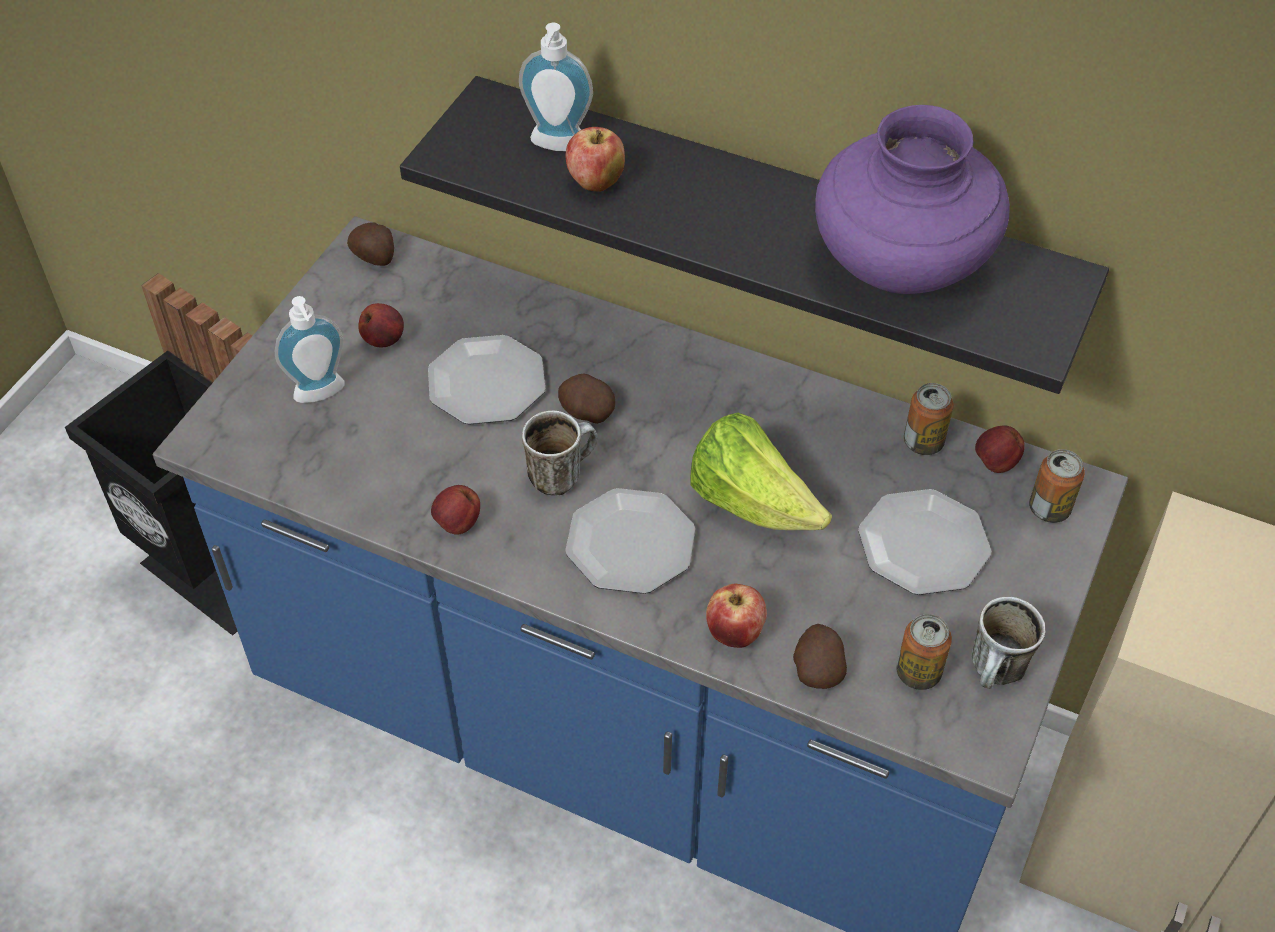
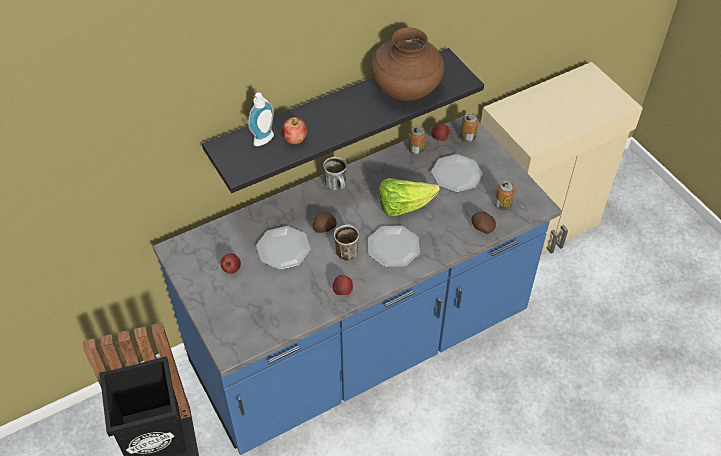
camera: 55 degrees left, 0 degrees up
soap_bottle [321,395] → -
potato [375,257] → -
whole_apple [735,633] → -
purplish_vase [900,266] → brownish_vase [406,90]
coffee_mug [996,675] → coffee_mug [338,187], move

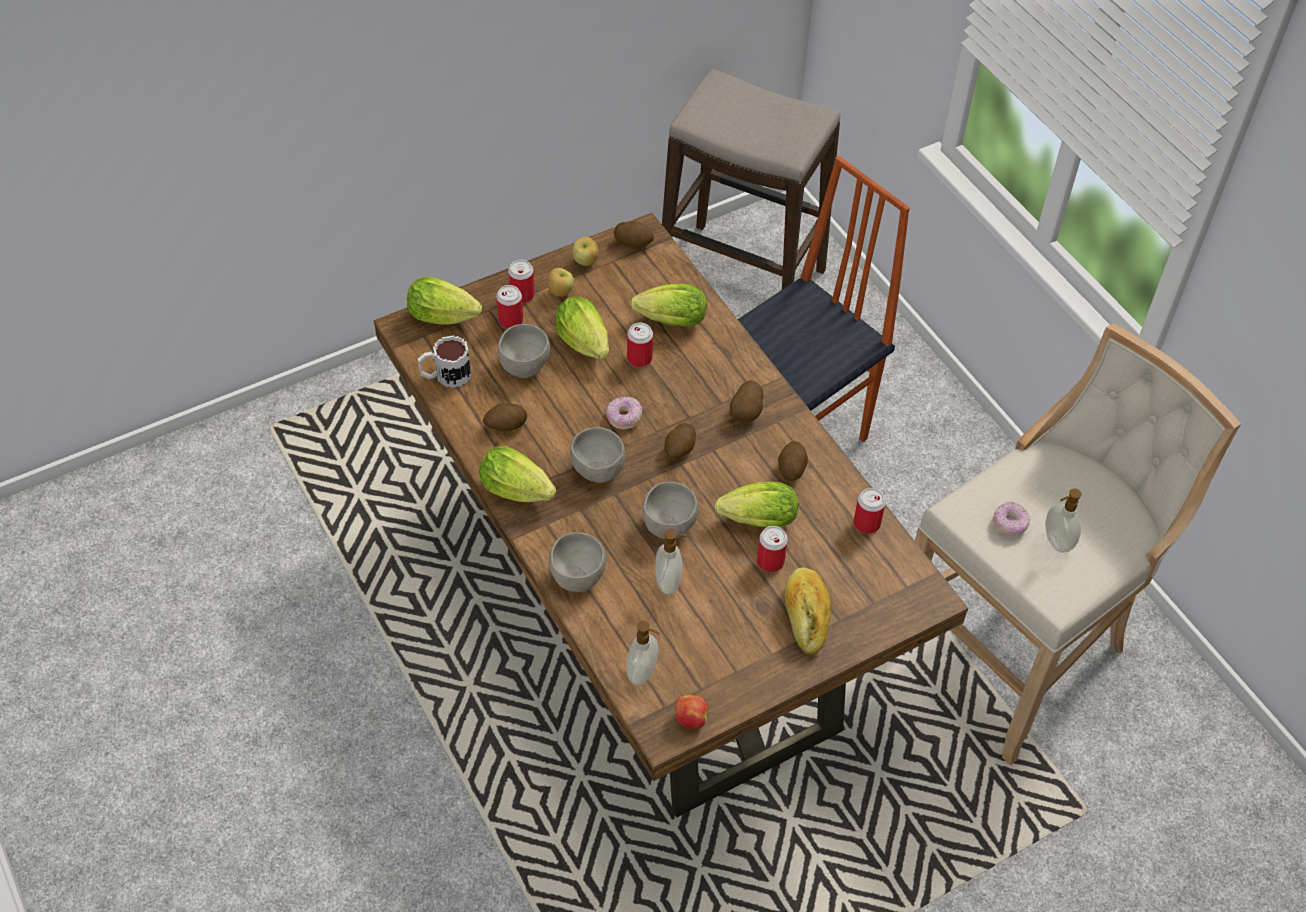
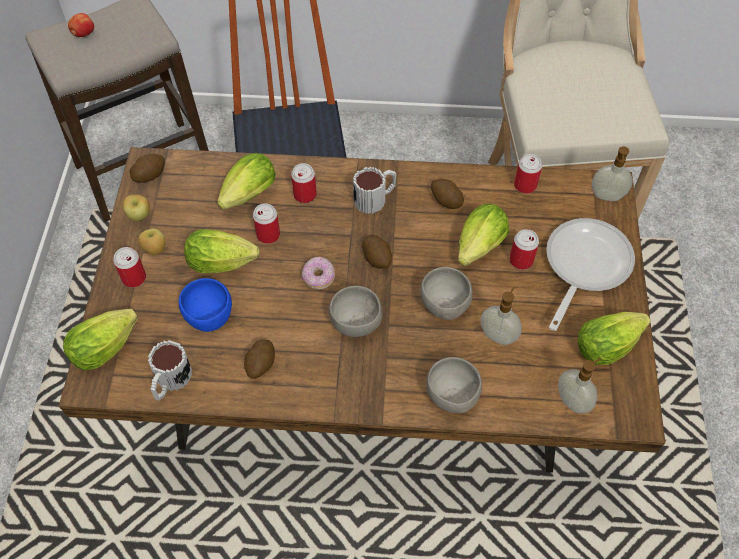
camera: 55 degrees left, 5 degrees up
lettuce [520,492] → lettuce [610,344], move
can [510,320] → can [305,195], move
gray_deep_dish [523,365] → blue_deep_dish [208,317]
whole_apple [690,719] → whole_apple [83,34], move
potato [746,413] → coffee_mug [375,198]
bakery_bread [806,616] → skillet [583,266]
doughnut [1009,524] → -
soap_bottle [1056,542] → soap_bottle [607,196], move

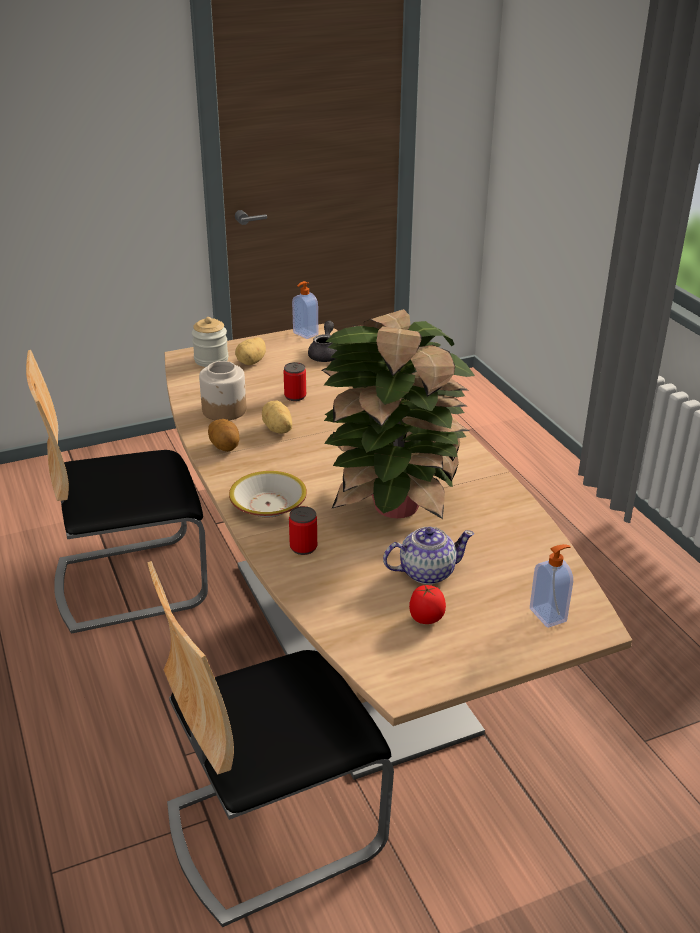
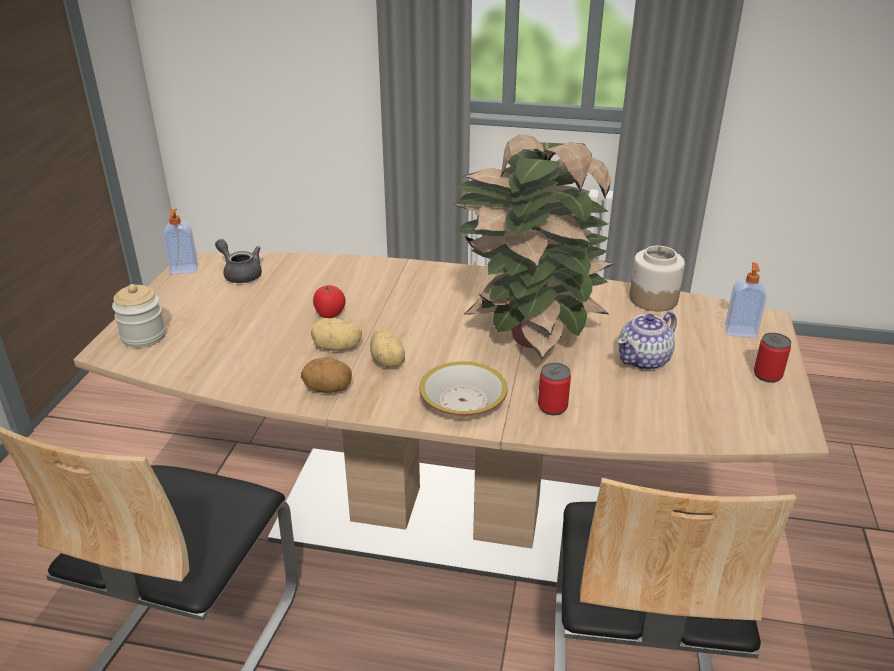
camera: 55 degrees left, 0 degrees up
preserve_jar [224,410] → preserve_jar [653,299], move
potato [252,362] → potato [388,361], move
can [295,396] → can [767,375], move
tea_pot [426,572] → tea_pot [644,360], 150 degrees counterclockwise
fresh_tomato [426,619] → fresh_tomato [330,315], move

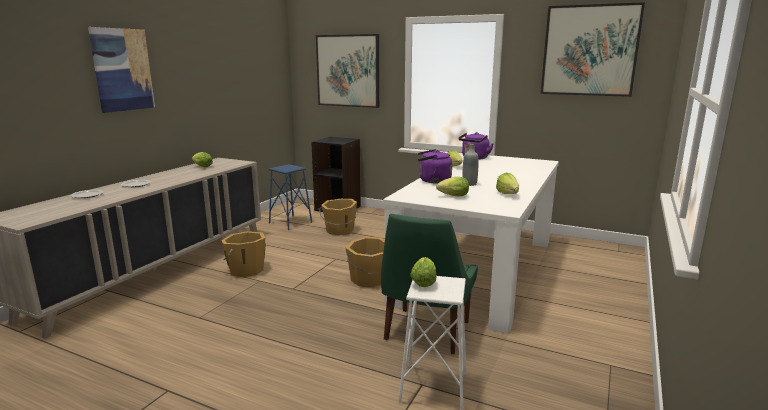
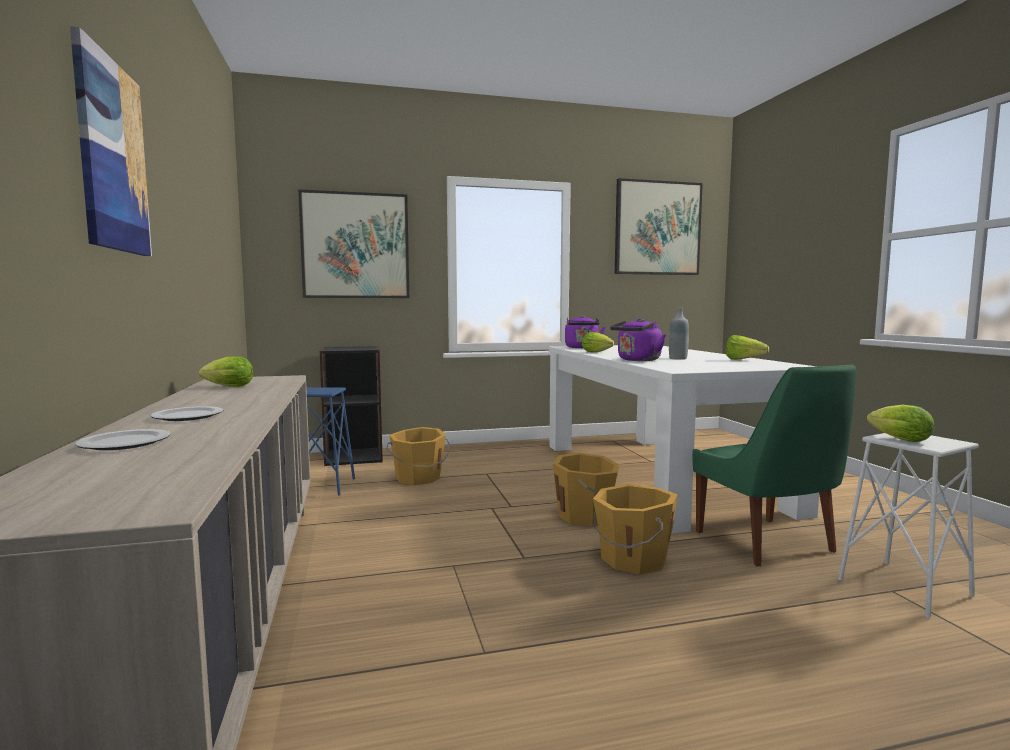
camera: 40 degrees left, 10 degrees down
orange_pail [246,270] → orange_pail [632,559], move
lettuce [452,196] → -

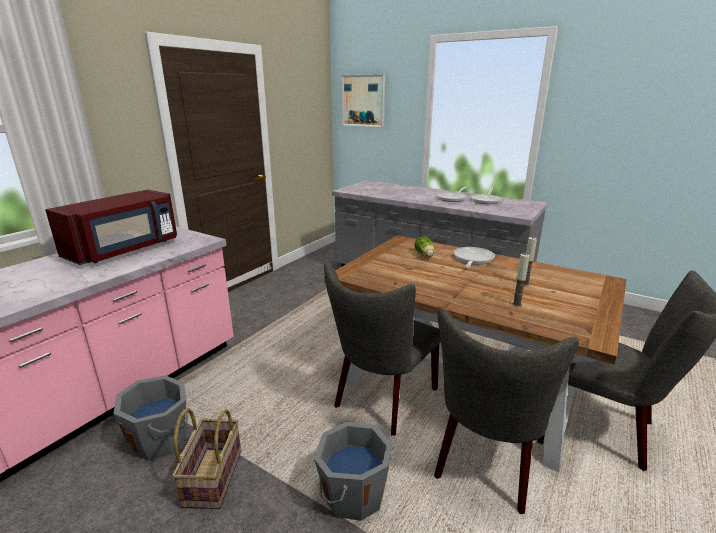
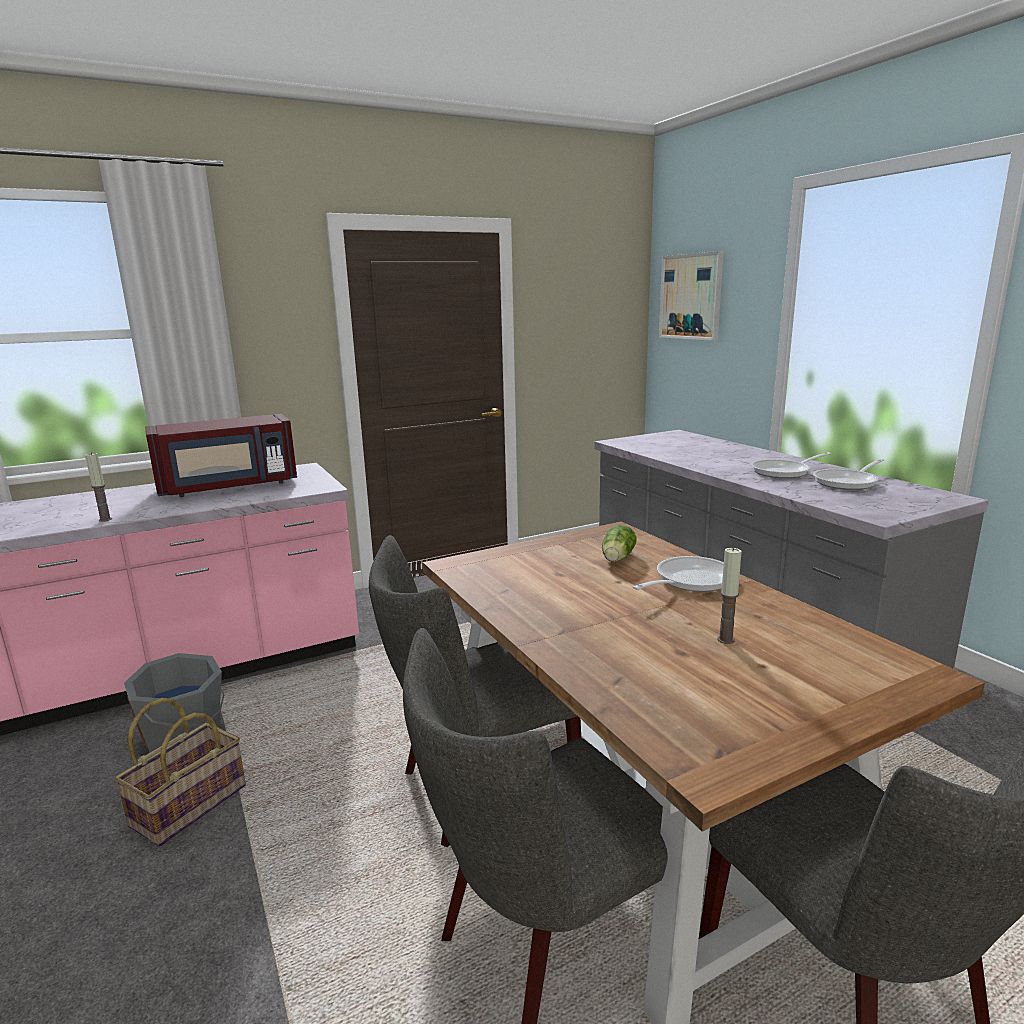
camera: 30 degrees right, 5 degrees down
gray_pail [352,494] → -
wax_light [516,304] → wax_light [105,519], move

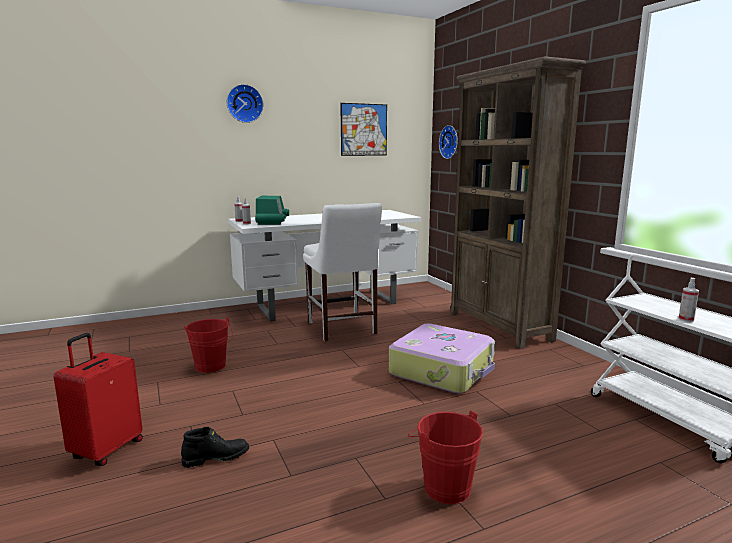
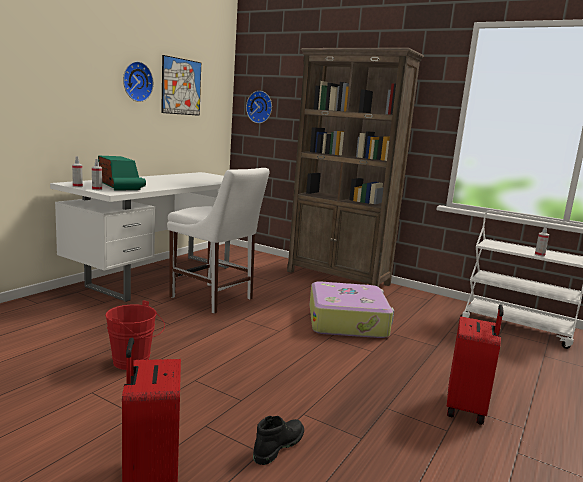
camera: 35 degrees left, 0 degrees up
clock_on_the_wall [244,103] → clock_on_the_wall [136,81], move
red-coloured_pail [443,485] → red-coloured_suitcase [466,408]

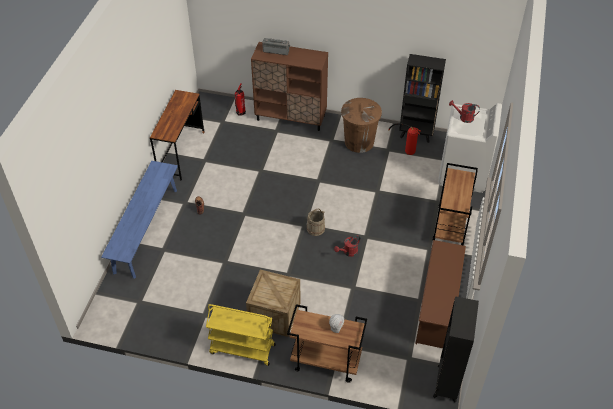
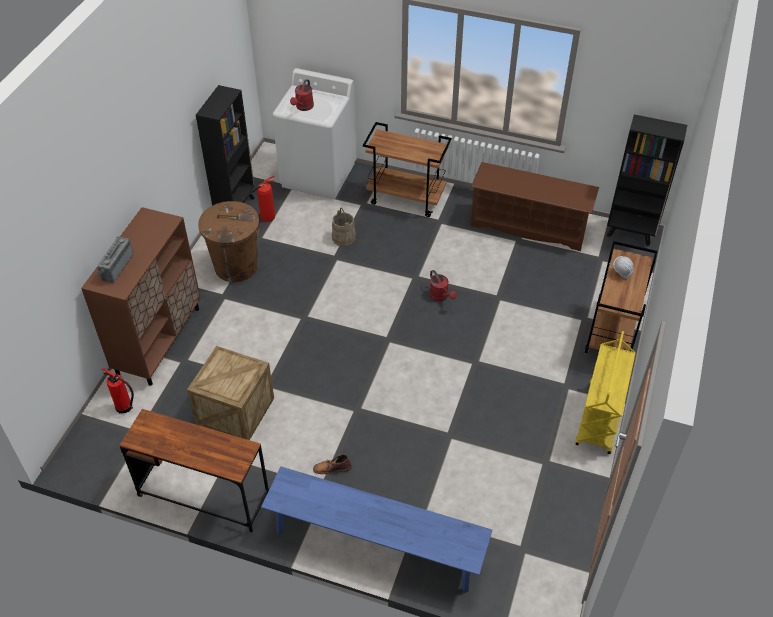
camera: 85 degrees left, 0 degrees up
shipping_crate [274,314] → shipping_crate [235,411], move
beige_pail [315,229] → beige_pail [344,238], move

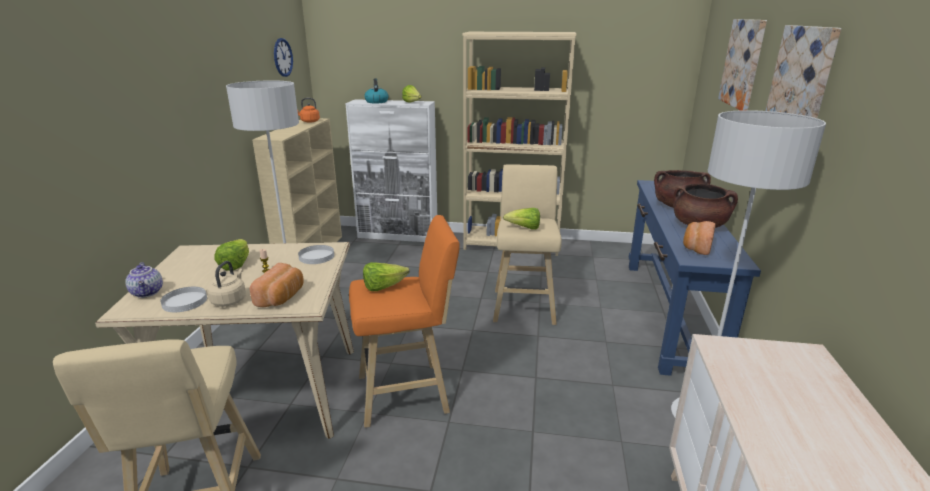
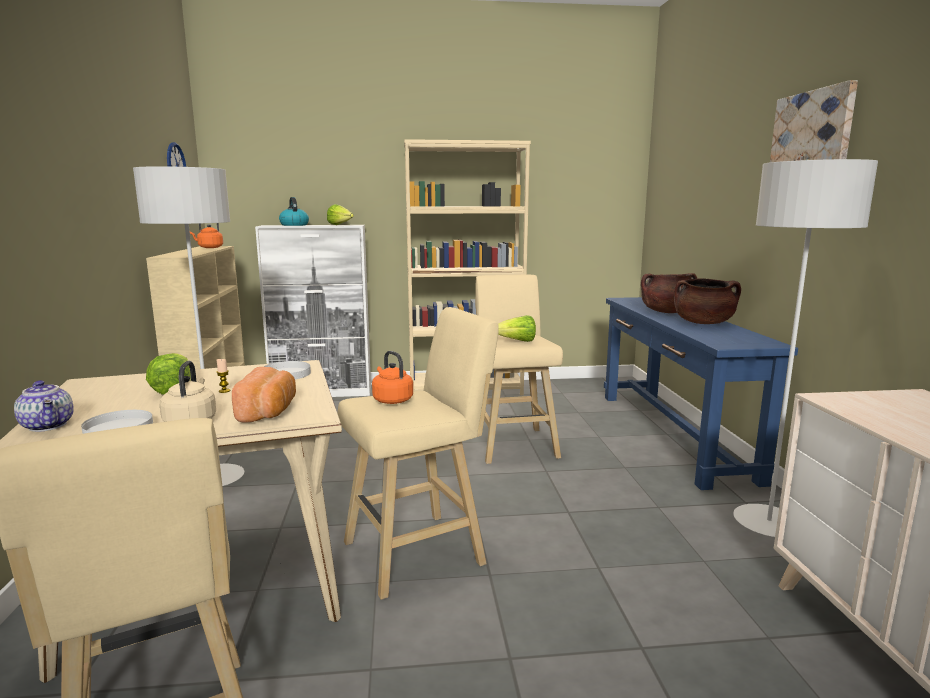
camera: 15 degrees left, 10 degrees down
orange_stool [408,393] → beige_stool [420,552]
lettuce [383,287] → orange_kettle [391,400]
bakery_bread [696,247] → -
wall_picture [743,63] → -

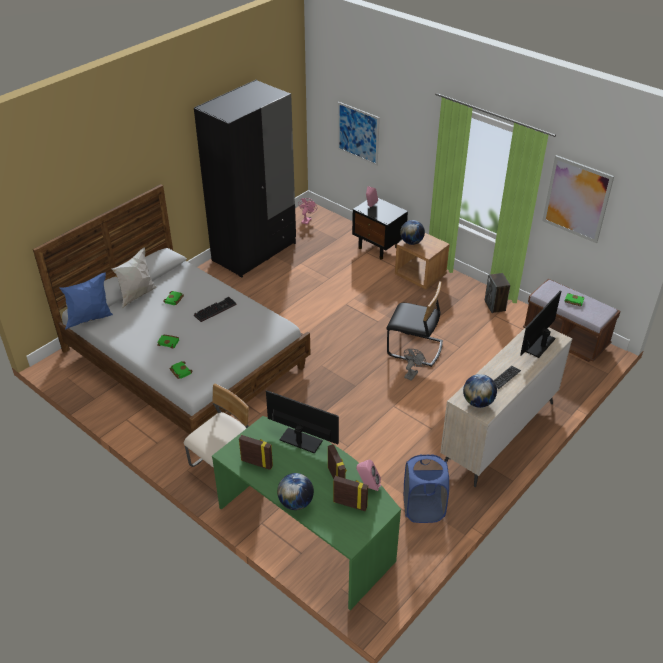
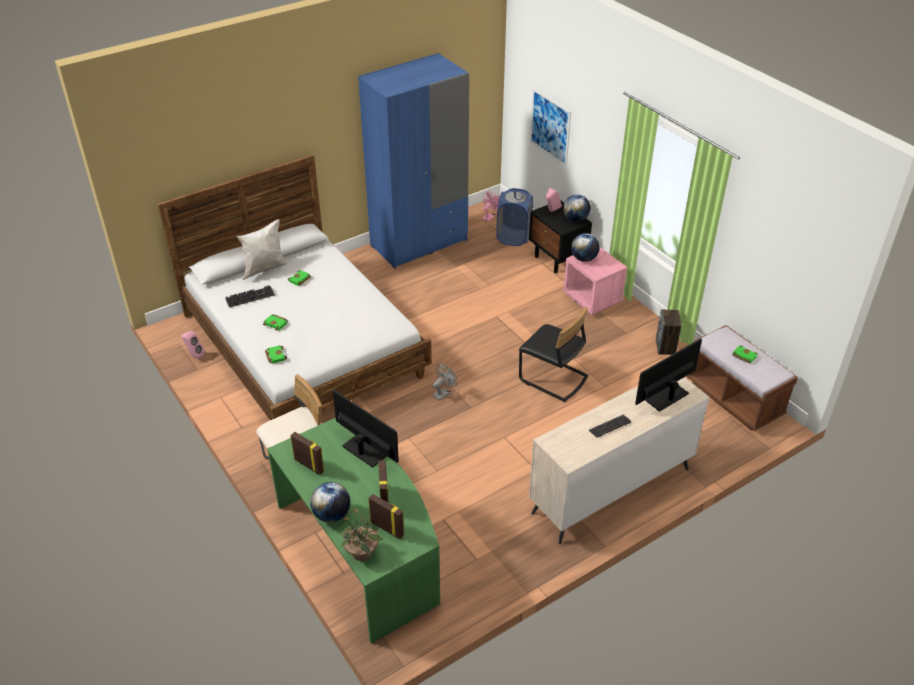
camera: 15 degrees right, 0 degrees up
blue_cushion [90,319] → -
blackish_clothes_cupboard [254,251] → blue_clothes_cupboard [419,243]
PC_keyboard [215,309] → PC_keyboard [250,296], move
pink-coloured_speaker [368,486] → pink-coloured_speaker [194,355], move
brownish_bedside_table [420,276] → pink-coloured_bedside_table [592,299]
gray_electric_fan [412,373] → gray_electric_fan [444,393], move
blue_laundry_basket [423,508] → blue_laundry_basket [513,237], move
world_globe [478,402] → world_globe [575,219], move
wall_picture [577,199] → -
- → houseplant [362,553]

